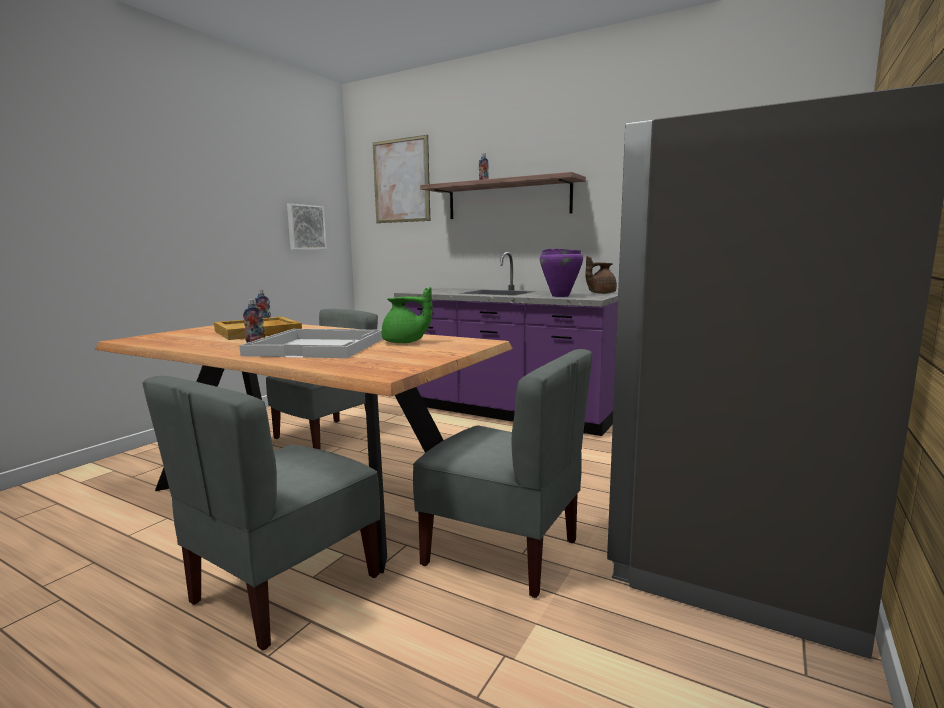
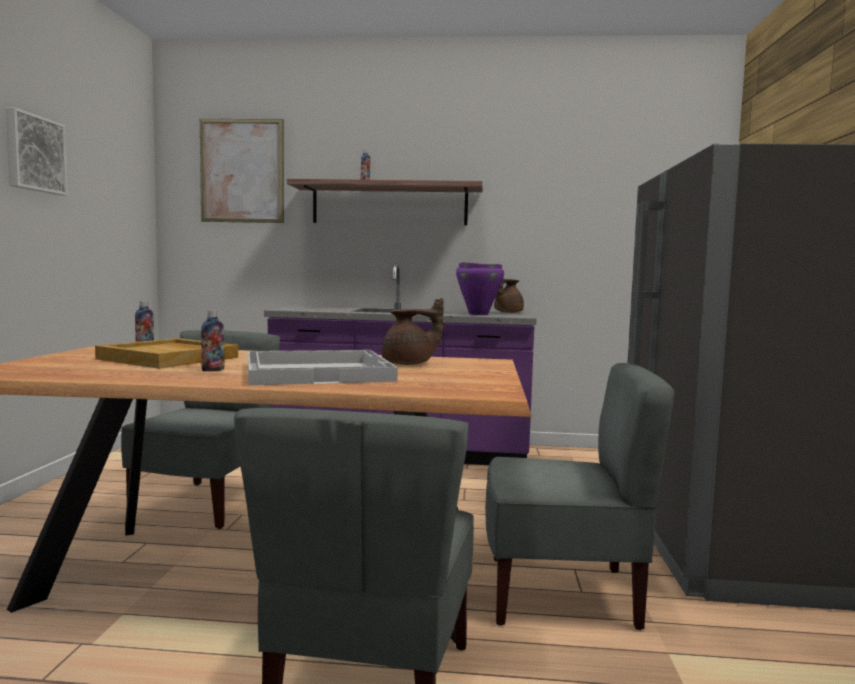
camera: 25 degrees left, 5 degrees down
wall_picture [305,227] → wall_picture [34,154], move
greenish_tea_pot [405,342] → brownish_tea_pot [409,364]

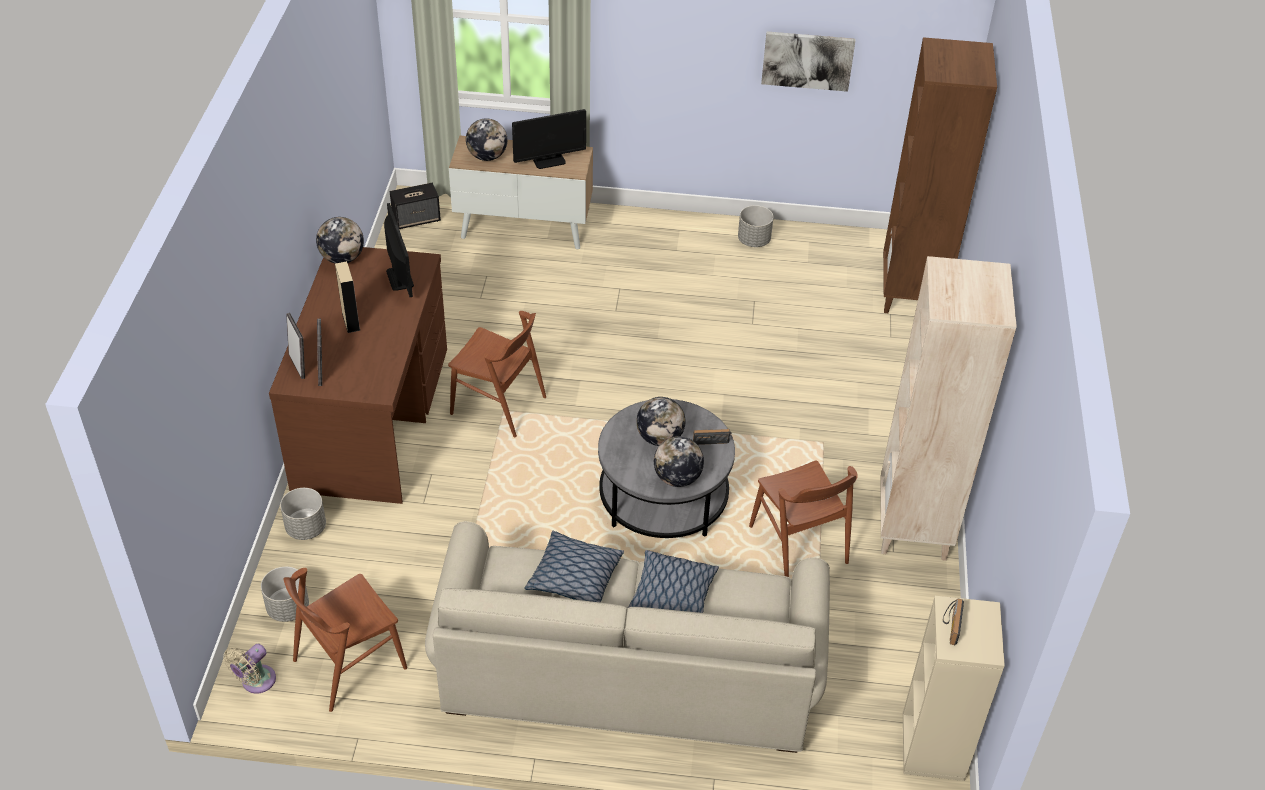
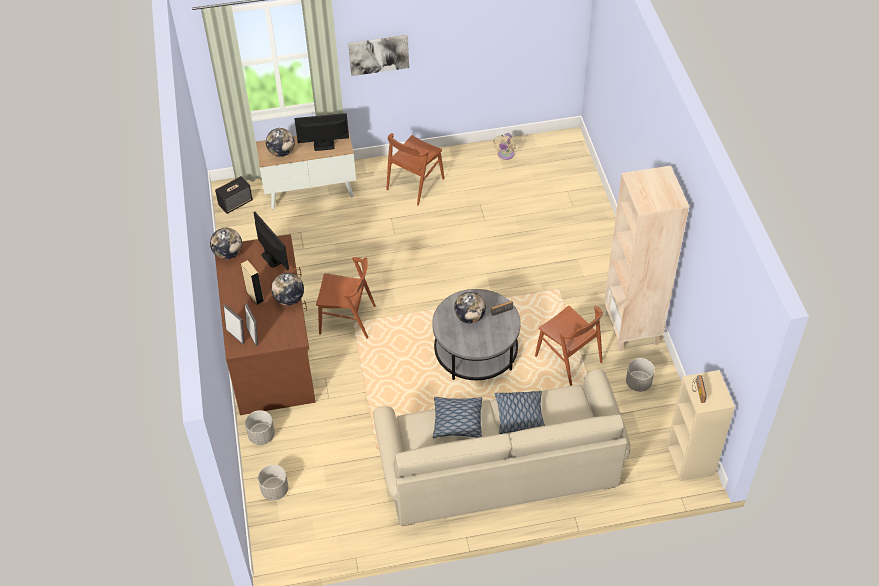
camera: 15 degrees left, 5 degrees up
beige_electric_fan [255,682] → beige_electric_fan [505,155], move
brownish_chair [349,664] → brownish_chair [415,184], move
computer_display [549,161] → computer_display [324,145], 150 degrees counterclockwise
world_globe [677,478] → world_globe [289,299], move
gray_planter [753,240] → gray_planter [638,383], move
wall_picture [807,60] → wall_picture [378,54], move
brownish_bookshelf [912,294] → -

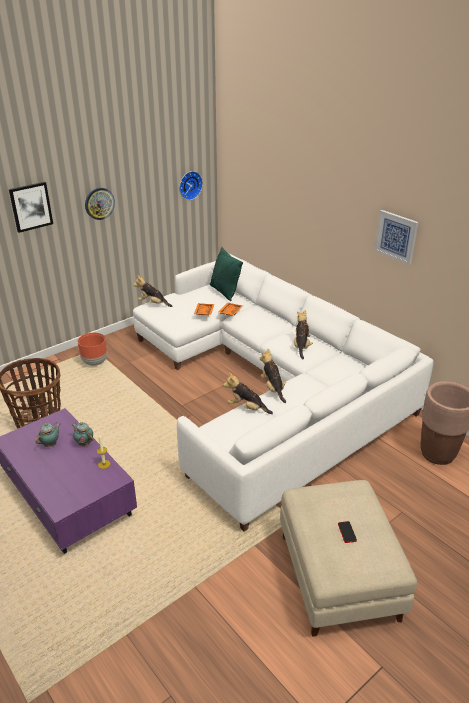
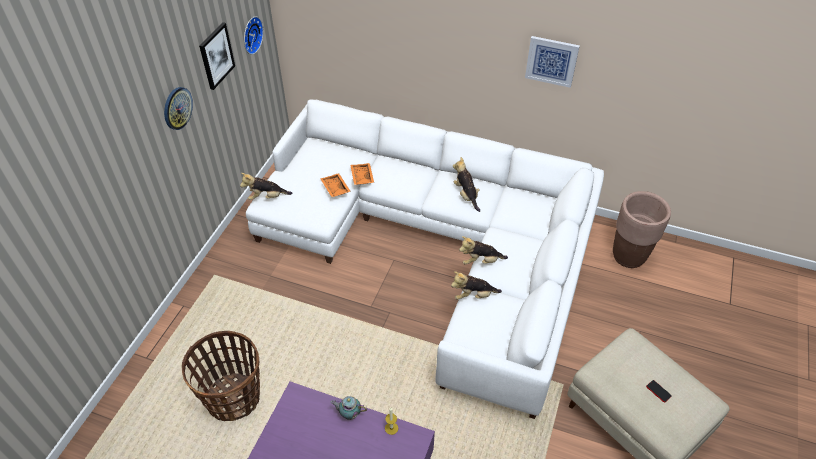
camera: 30 degrees left, 15 degrees up
wall_picture [31,206] → wall_picture [216,56], move
tea_pot [51,444] → -
brownish_planter [95,362] → -
greenish_cushion [224,292] → -
plush_toy [273,388] → plush_toy [480,261], 45 degrees counterclockwise

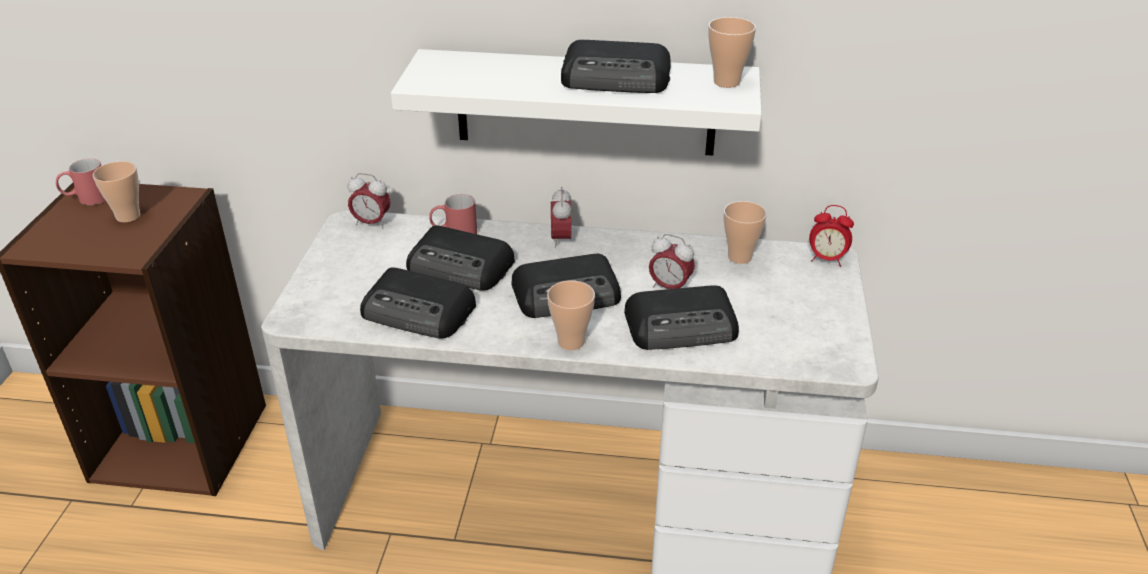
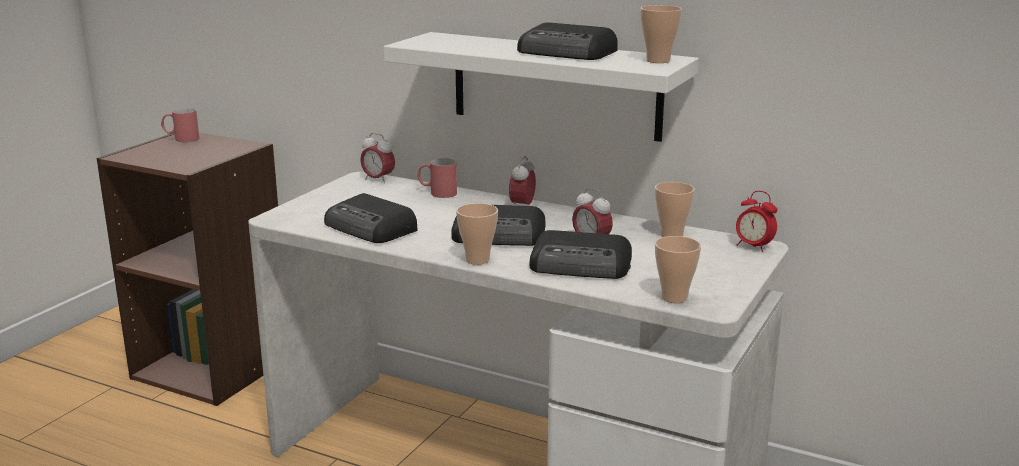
camera: 20 degrees right, 15 degrees down
small_cup [128,216] → small_cup [674,298], move
radio_set [461,267] → -

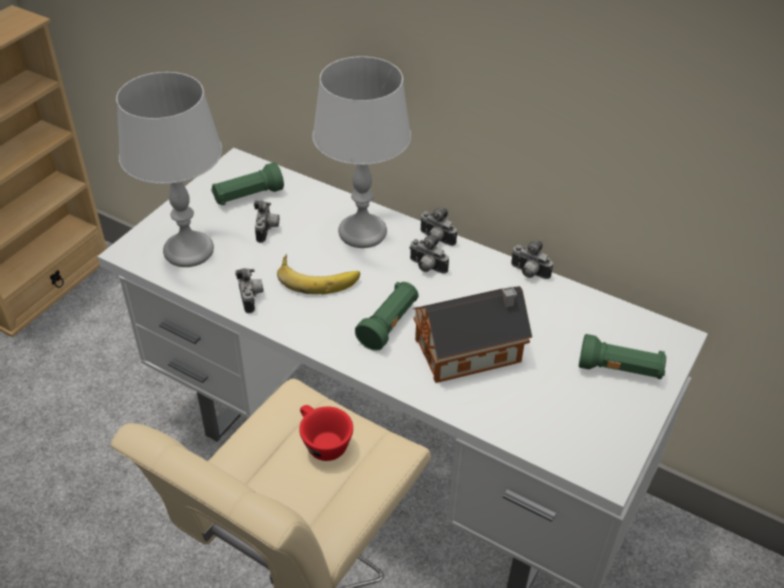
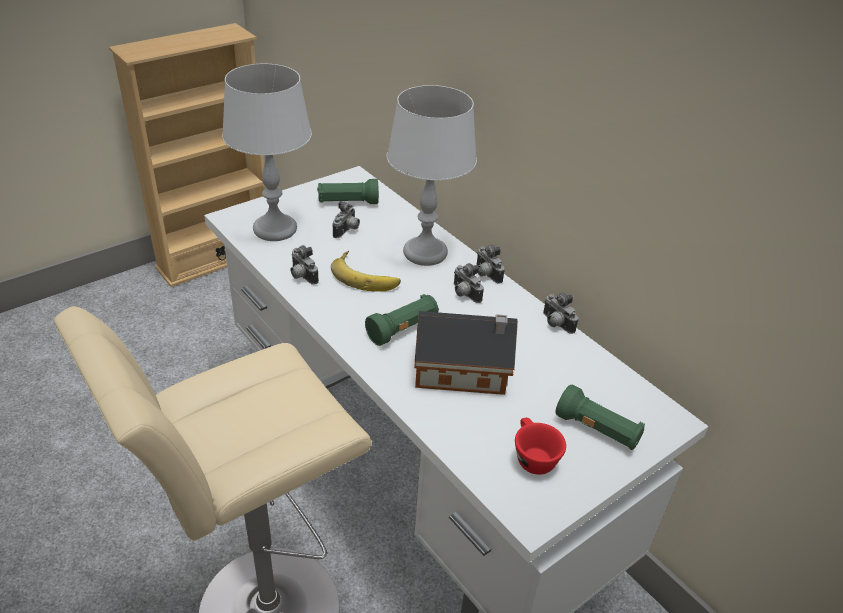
camera: 20 degrees right, 5 degrees down
photo_camera [251,298] → photo_camera [301,276], 135 degrees clockwise
red-coloured_small_cup [322,443] → red-coloured_small_cup [532,456], move

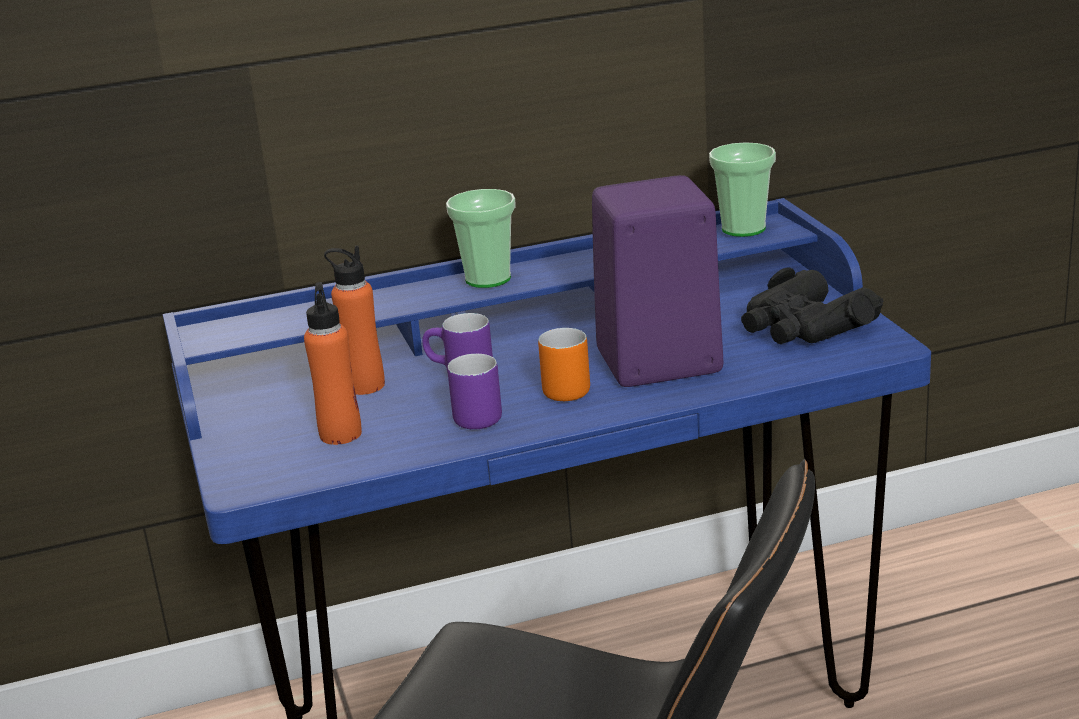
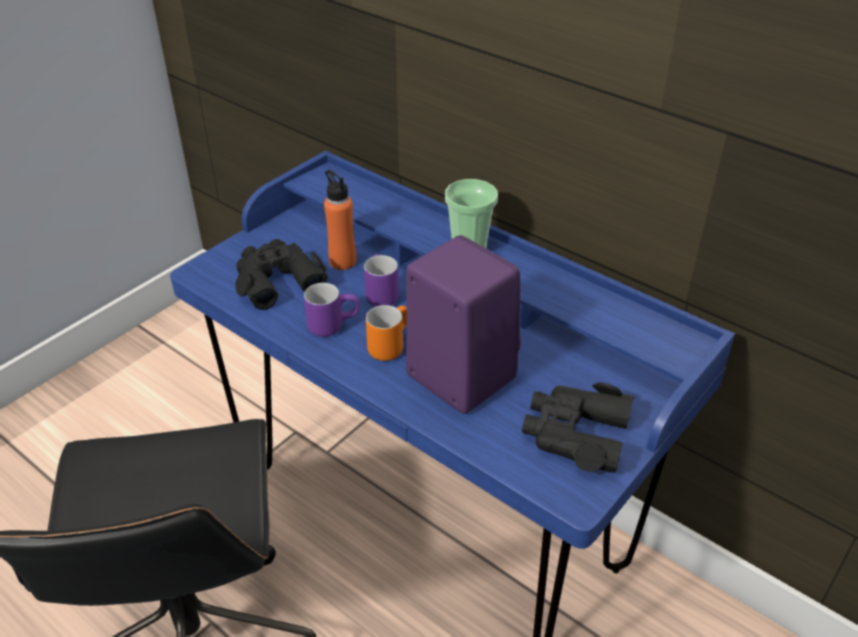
camera: 55 degrees right, 15 degrees up
orange_bottle [340,434] → blackish_binoculars [277,280]
small_cup [743,228] → -

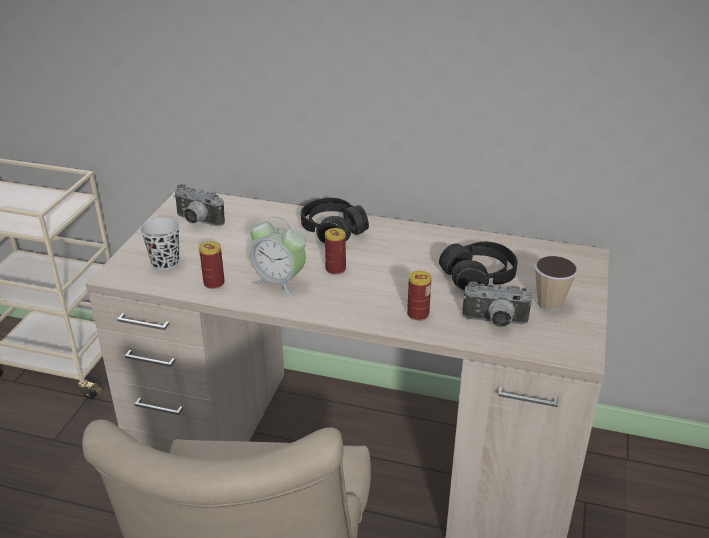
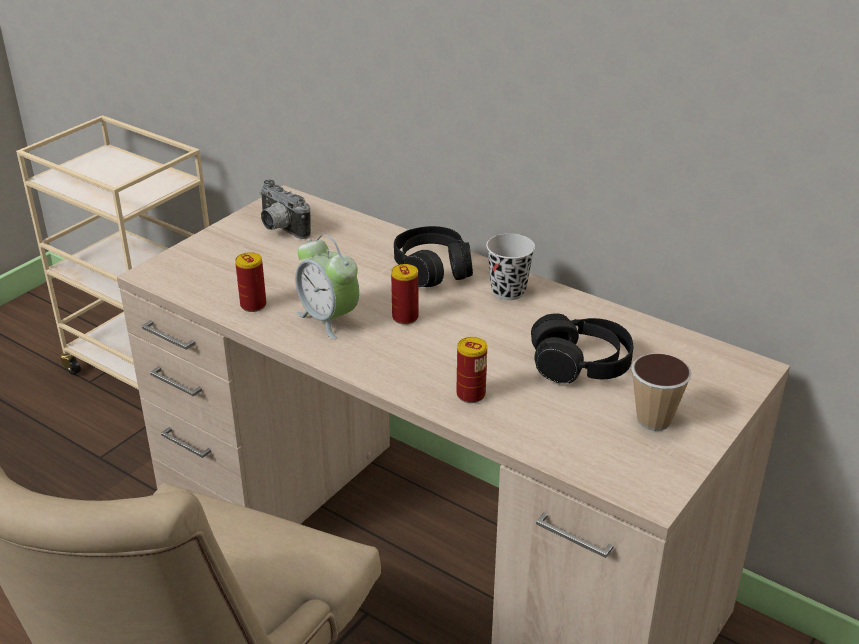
camera: 20 degrees right, 0 degrees up
blackish_small_cup [165,263] → blackish_small_cup [508,291], move
photo_camera [494,322] → -

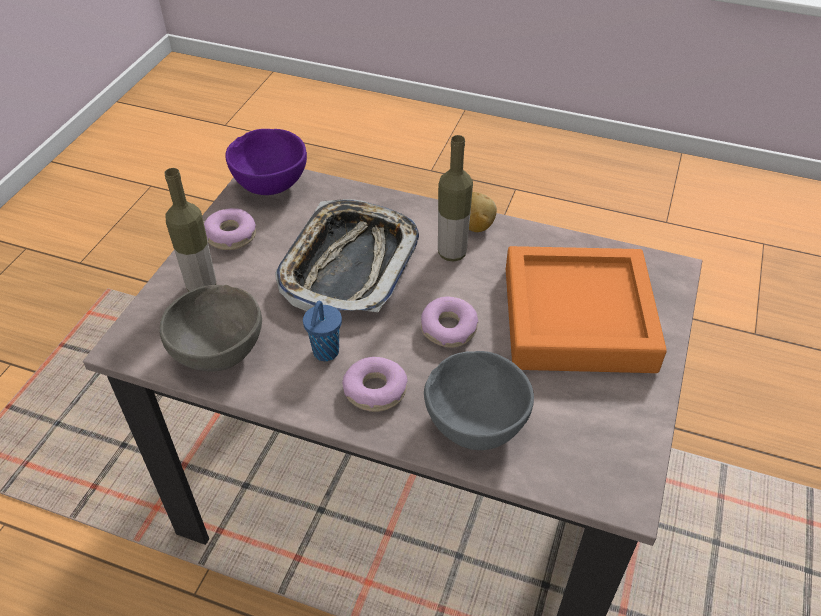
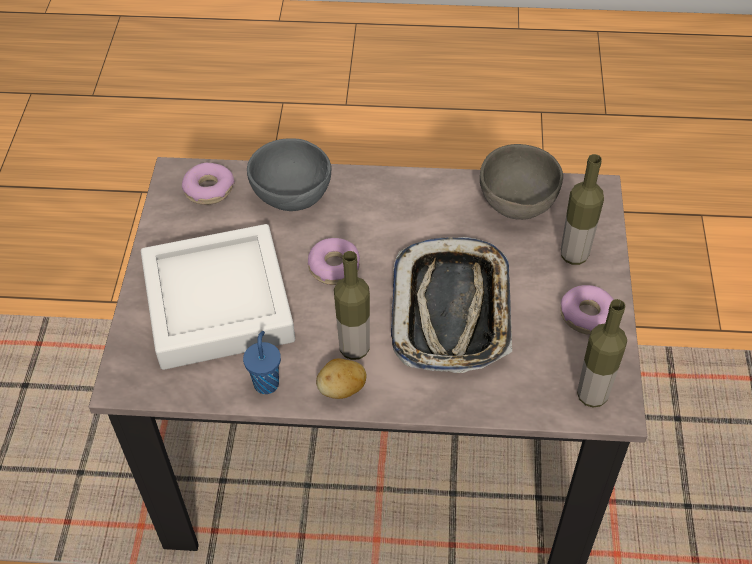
camera: 165 degrees right, 5 degrees up
purplish_deep_dish [271,184] → bottle [592,395]
blue_small_cup [325,353] → blue_small_cup [266,382], move
doughnut [375,390] → doughnut [209,190], move
orange_serving_tray [577,318] → white-coloured_serving_tray [218,304]

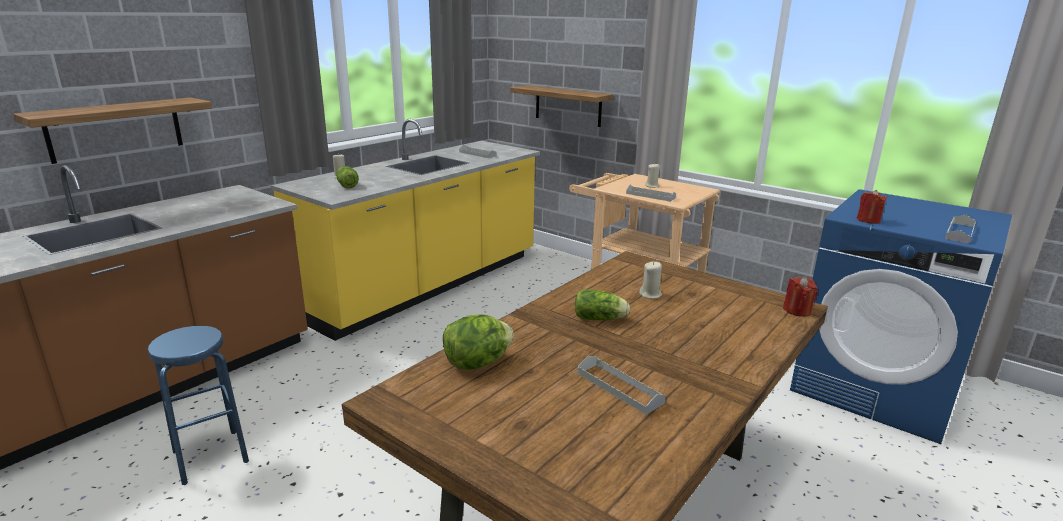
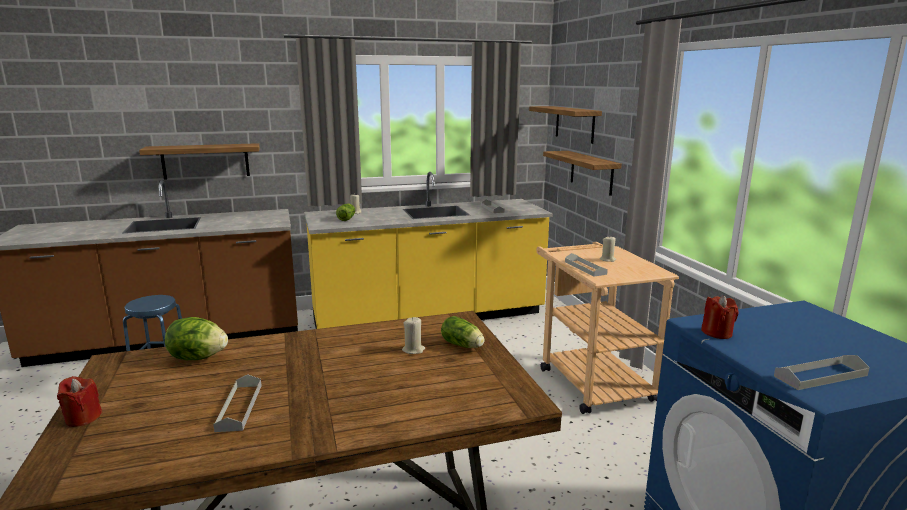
camera: 35 degrees right, 5 degrees down
lettuce [601,319] → lettuce [463,345], move
red-coloured_wax_light [797,311] → red-coloured_wax_light [83,418], move
- → wall_shelf [574,124]

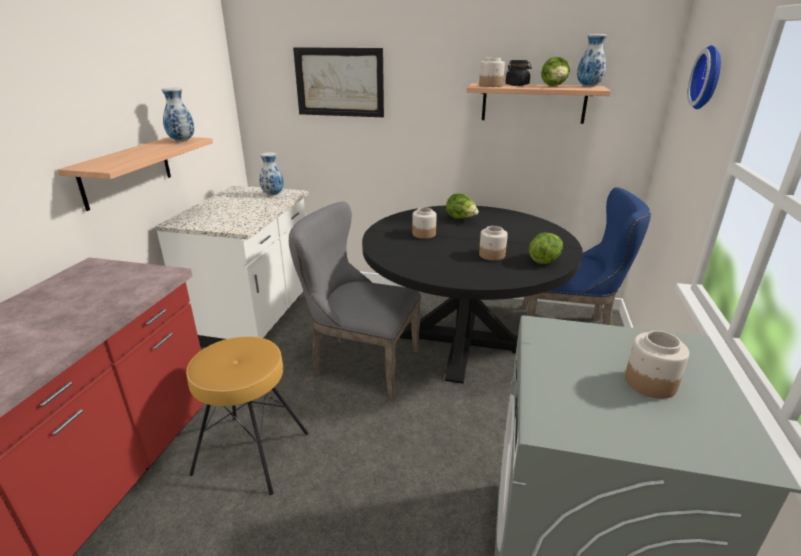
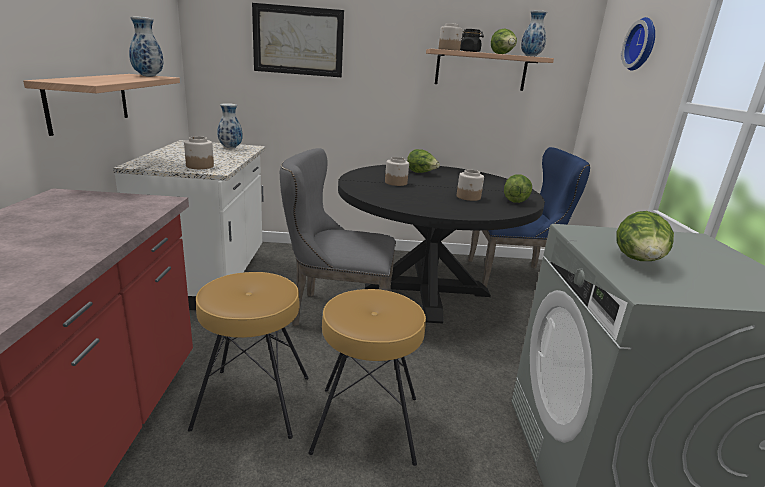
camera: 15 degrees left, 5 degrees down
preserve_jar [649,382] → preserve_jar [199,166], move
- → brownish_stool [366,422]
- → lettuce [638,262]

